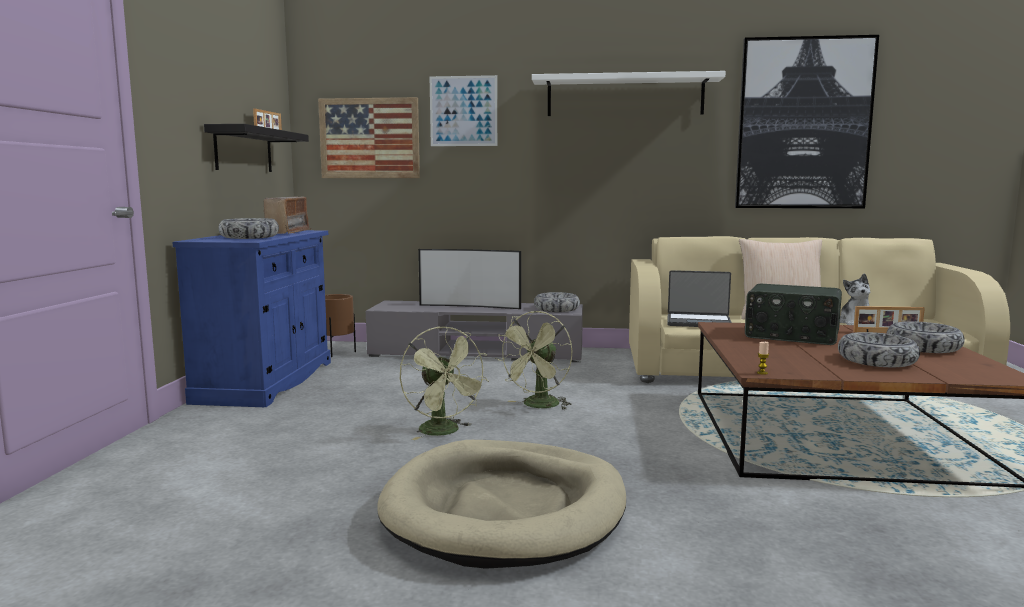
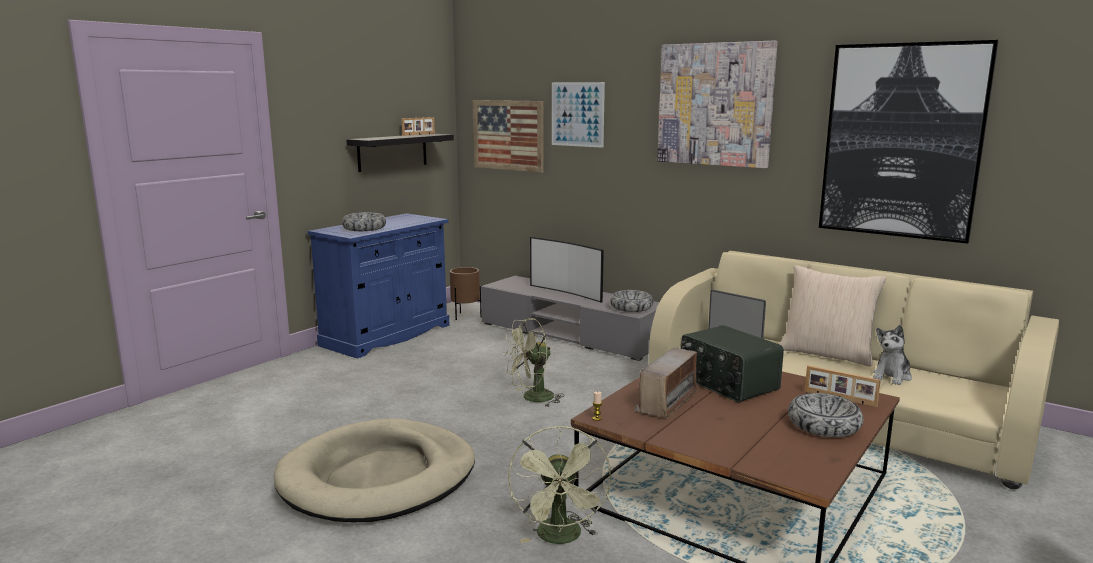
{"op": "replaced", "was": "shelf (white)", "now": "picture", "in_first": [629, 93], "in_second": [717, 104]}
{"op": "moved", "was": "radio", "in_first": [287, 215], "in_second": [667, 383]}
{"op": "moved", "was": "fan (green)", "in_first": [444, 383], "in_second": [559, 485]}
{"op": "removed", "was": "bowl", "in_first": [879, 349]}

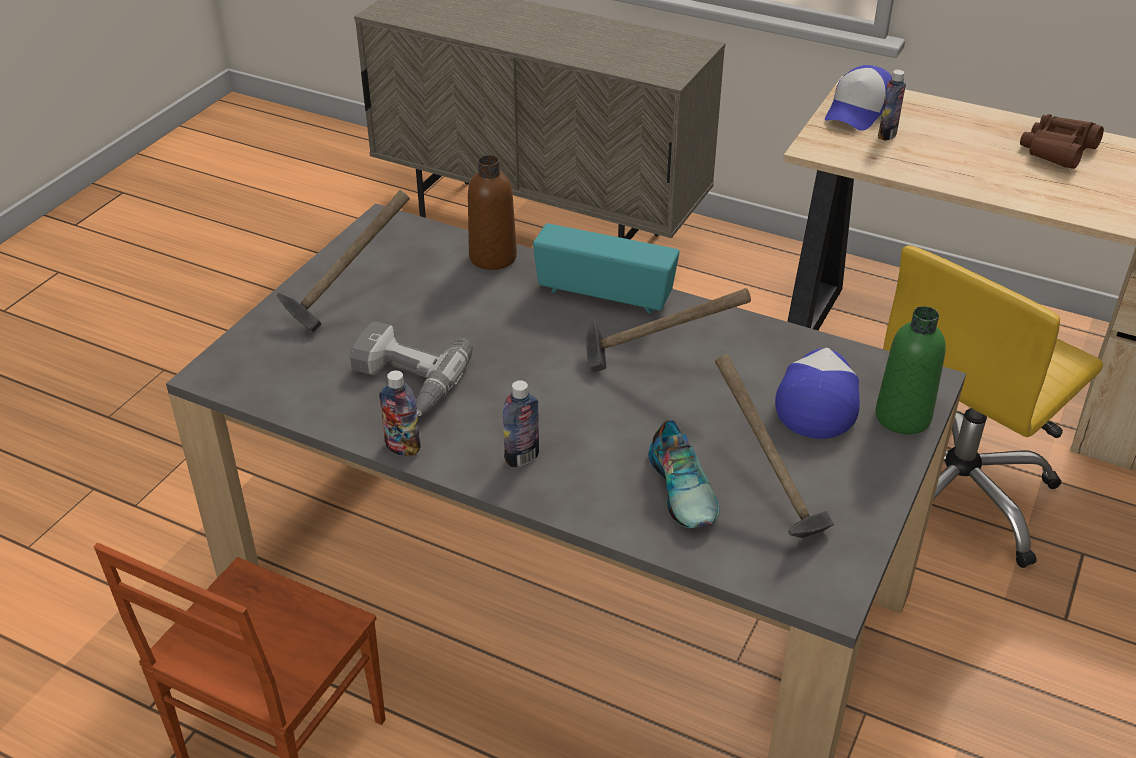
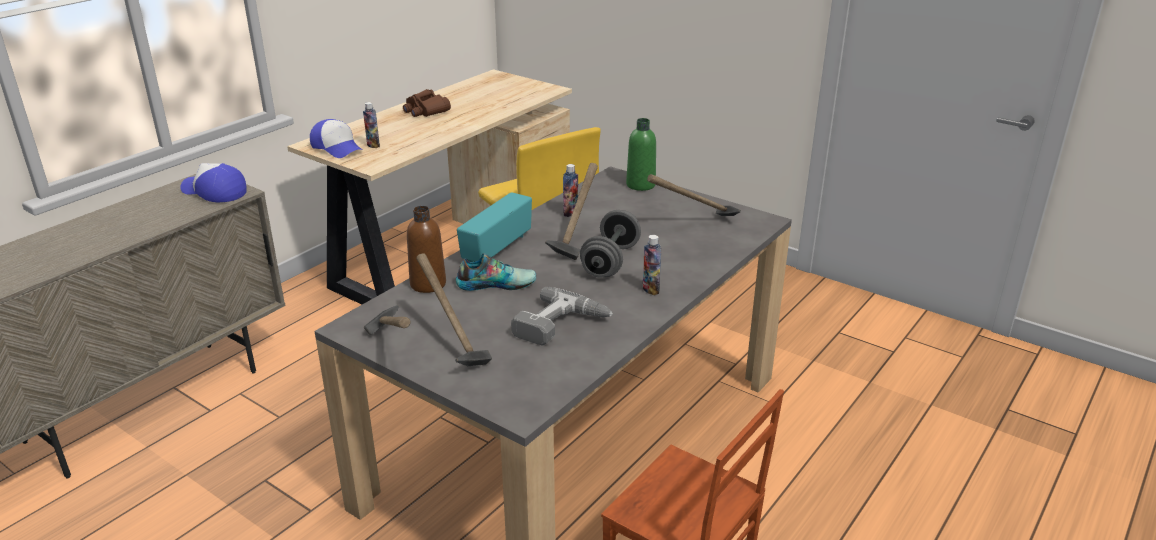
{"op": "moved", "was": "cap", "in_first": [817, 393], "in_second": [213, 182]}
{"op": "moved", "was": "bottle", "in_first": [400, 413], "in_second": [570, 190]}
{"op": "moved", "was": "shoe", "in_first": [683, 474], "in_second": [496, 272]}
{"op": "added", "now": "dumbbell (grey)", "in_second": [610, 244]}
{"op": "added", "now": "hammer", "in_second": [387, 320]}

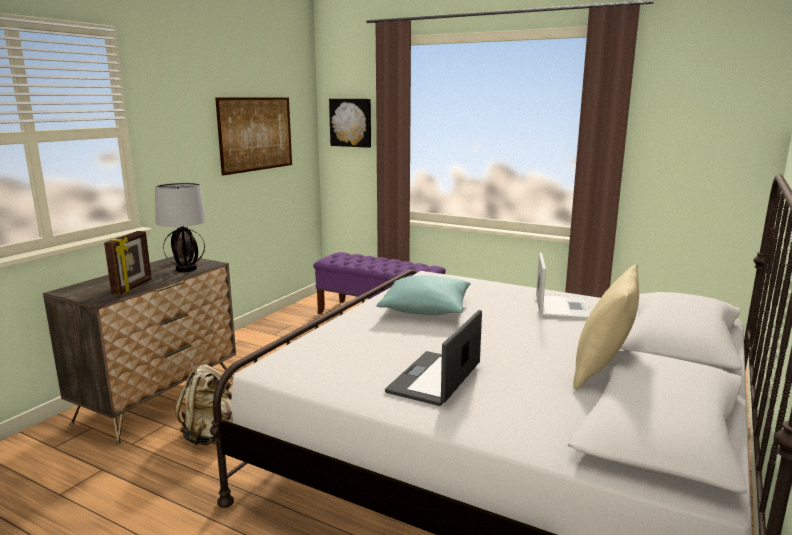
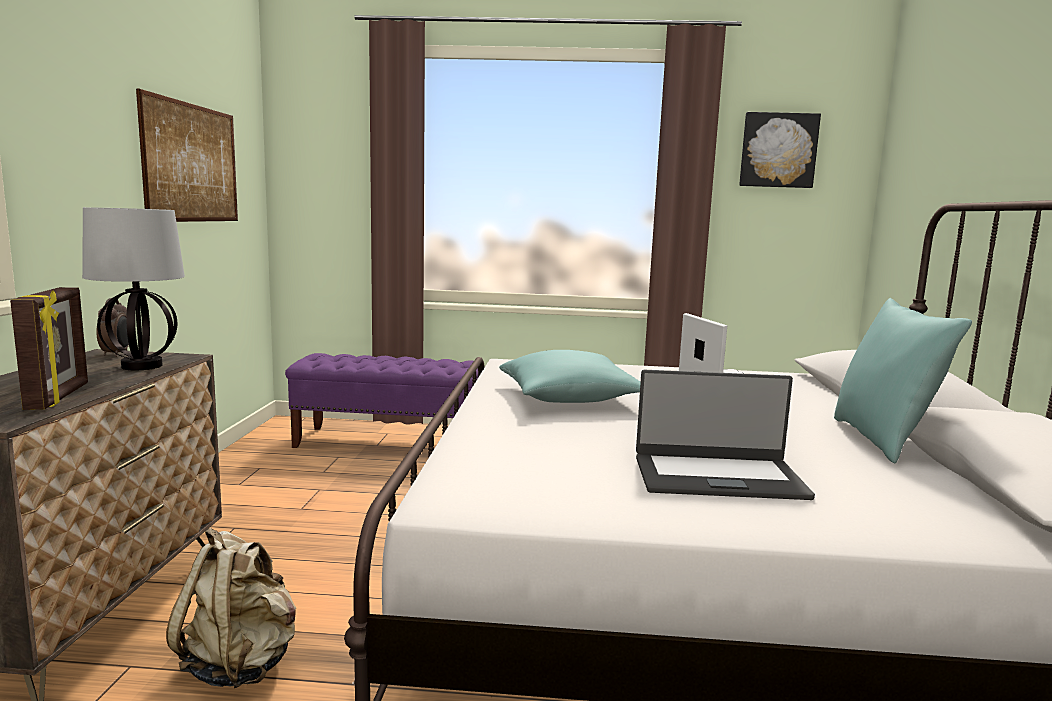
{"op": "moved", "was": "picture", "in_first": [350, 123], "in_second": [780, 150]}
{"op": "recoloured", "was": "pillow (beige)", "now": "pillow (turquoise)", "in_first": [606, 327], "in_second": [903, 380]}
{"op": "turned", "was": "laptop", "in_first": [433, 358], "in_second": [725, 435], "clockwise": -90}

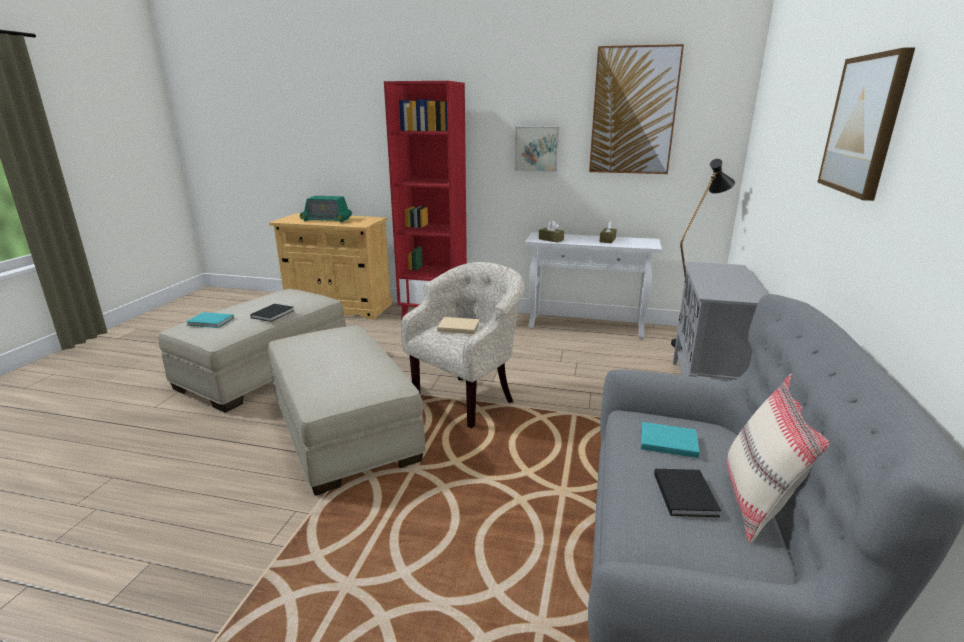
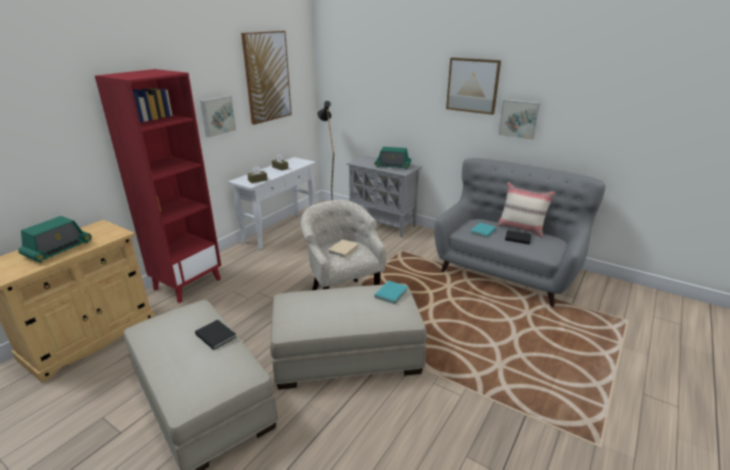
{"op": "moved", "was": "book (turquoise)", "in_first": [210, 320], "in_second": [391, 292]}
{"op": "added", "now": "picture", "in_second": [519, 119]}
{"op": "added", "now": "radio", "in_second": [393, 158]}

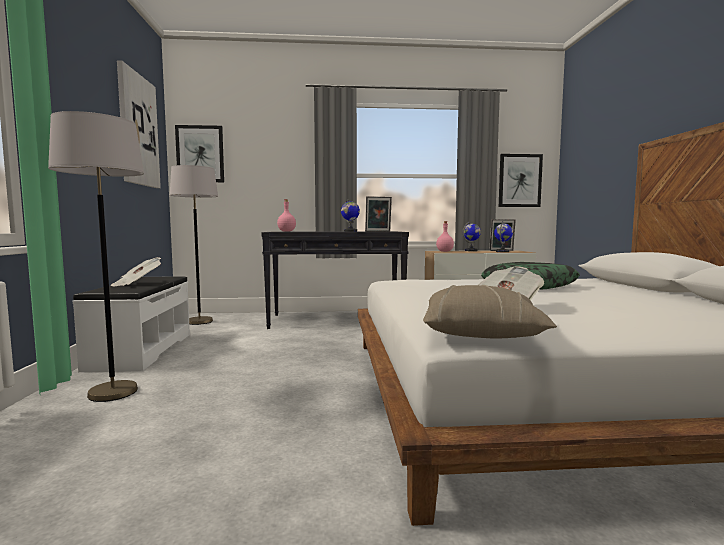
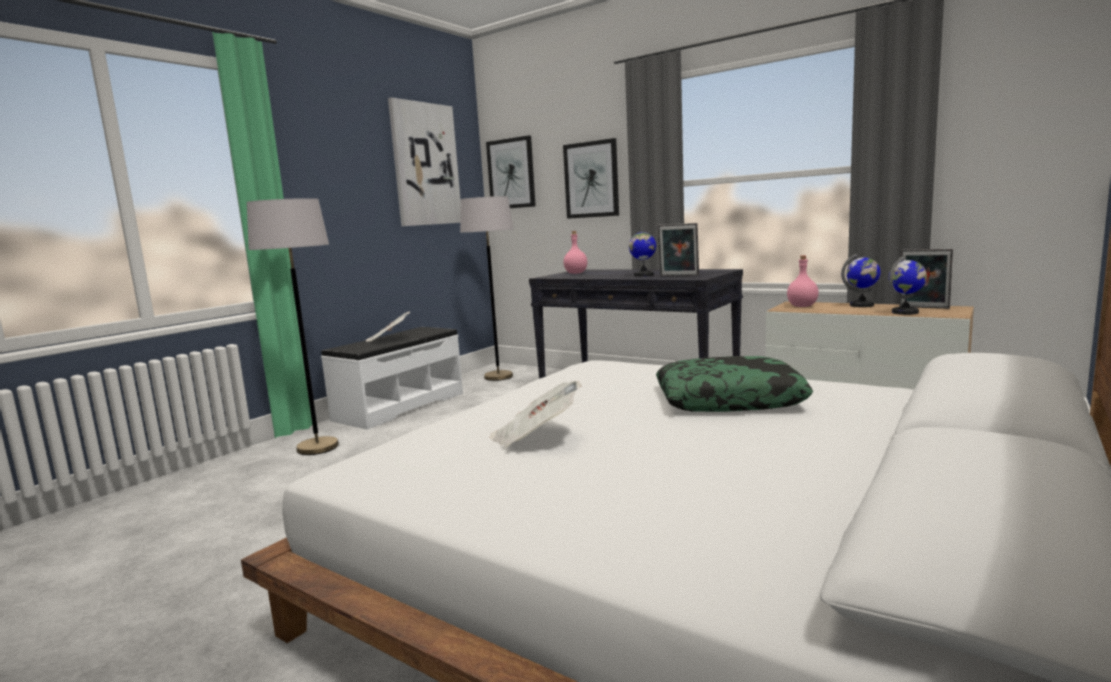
{"op": "moved", "was": "picture", "in_first": [521, 180], "in_second": [591, 178]}
{"op": "removed", "was": "pillow (beige)", "in_first": [490, 312]}

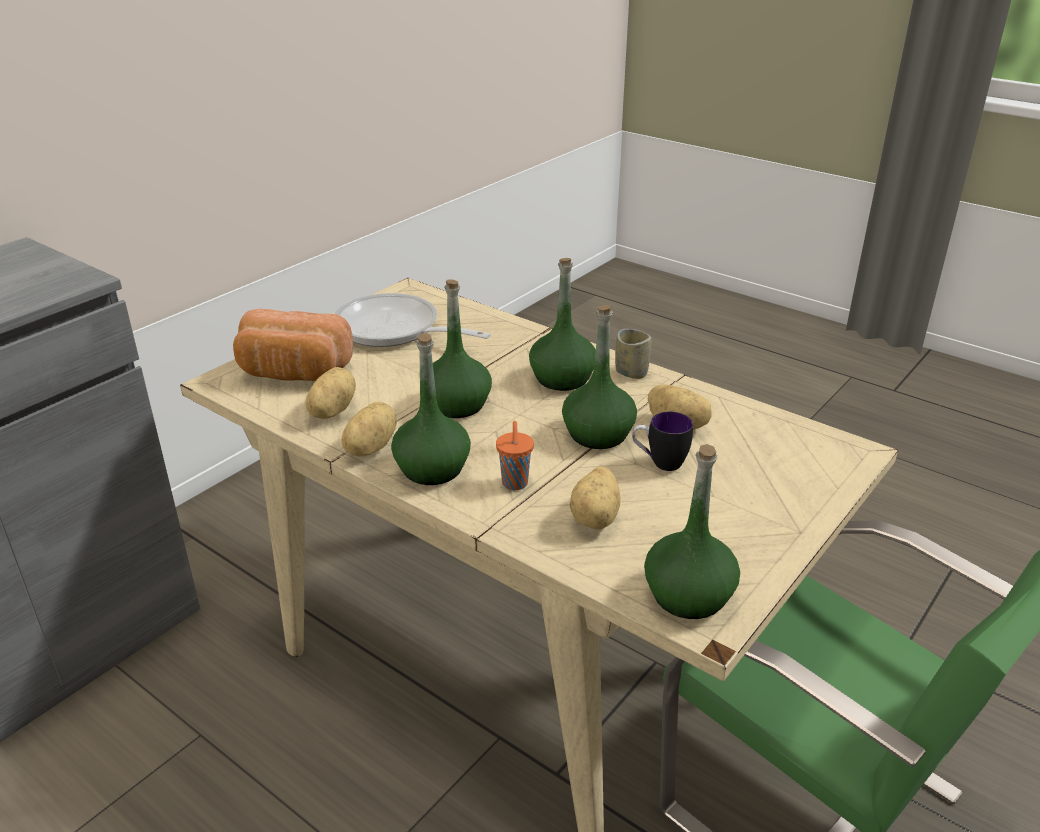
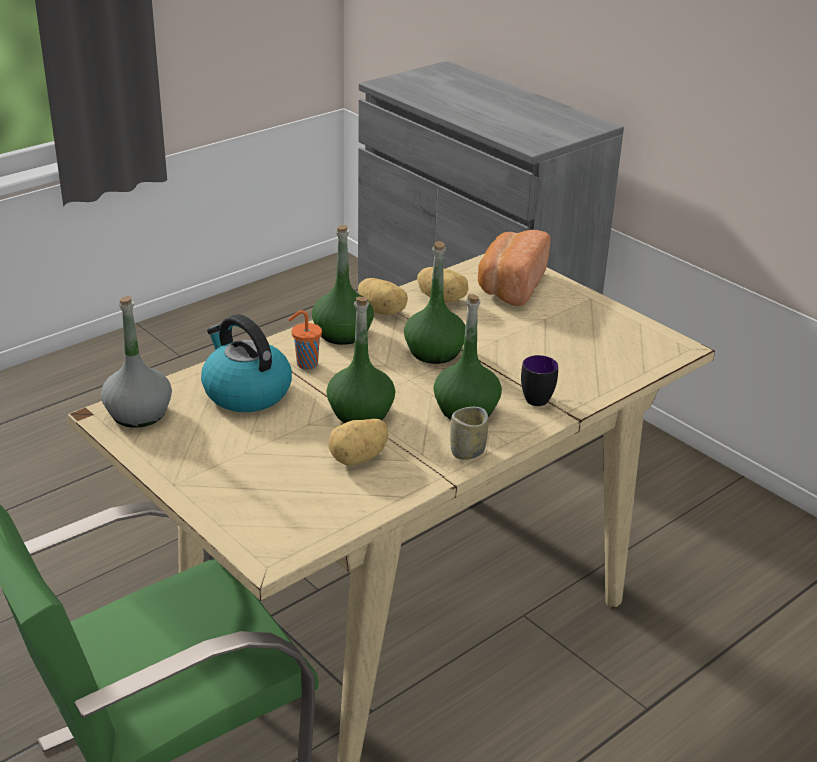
{"op": "removed", "was": "frying pan", "in_first": [413, 320]}
{"op": "moved", "was": "mug", "in_first": [662, 441], "in_second": [539, 380]}
{"op": "recoloured", "was": "bottle (green)", "now": "bottle (grey)", "in_first": [692, 531], "in_second": [136, 362]}
{"op": "replaced", "was": "potato", "now": "kettle", "in_first": [595, 498], "in_second": [246, 363]}

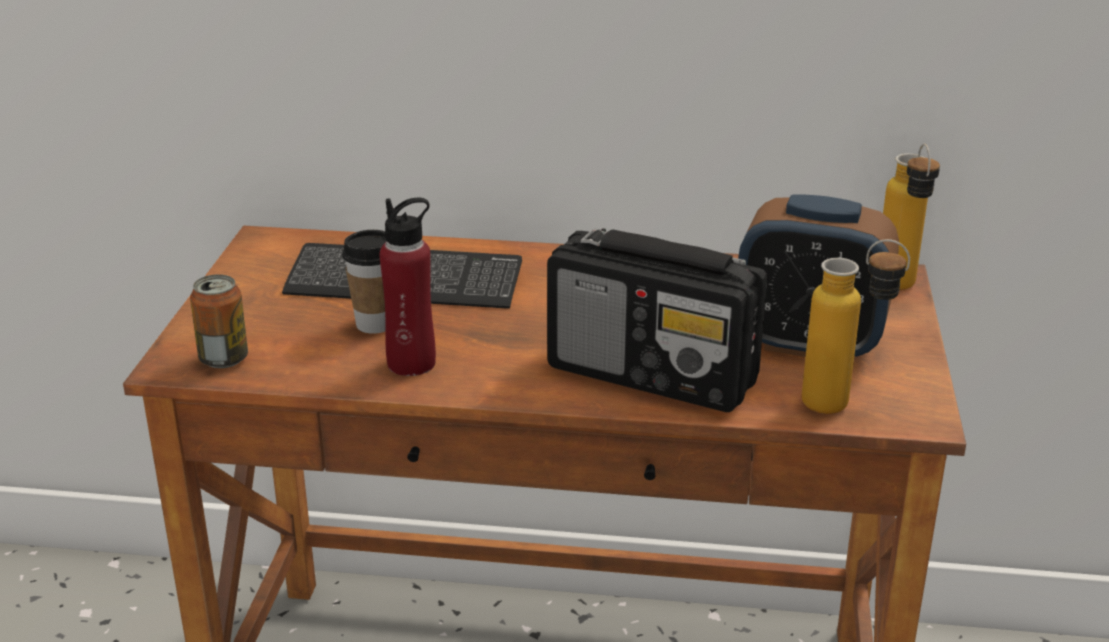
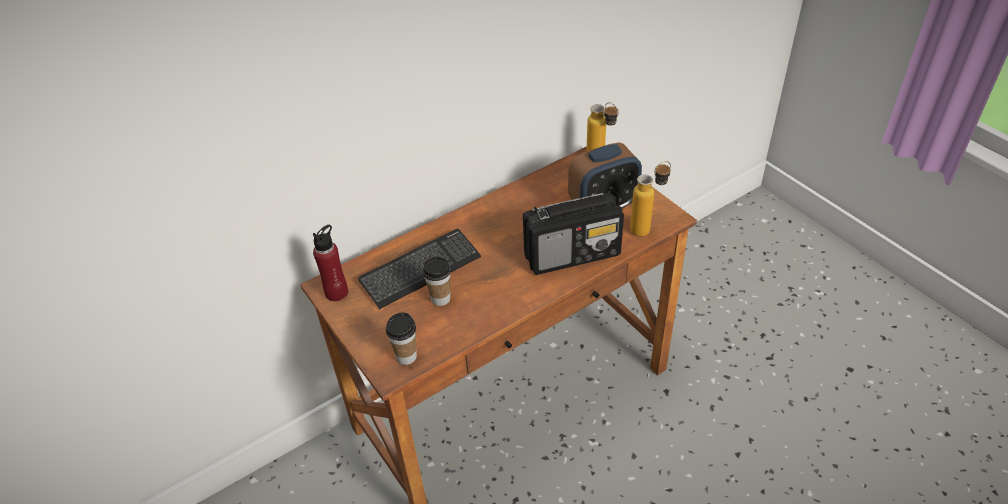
{"op": "moved", "was": "bottle (red)", "in_first": [407, 287], "in_second": [330, 263]}
{"op": "replaced", "was": "can", "now": "cup", "in_first": [219, 321], "in_second": [401, 339]}

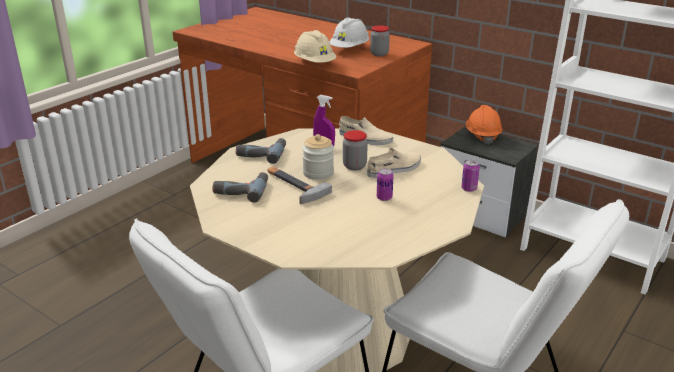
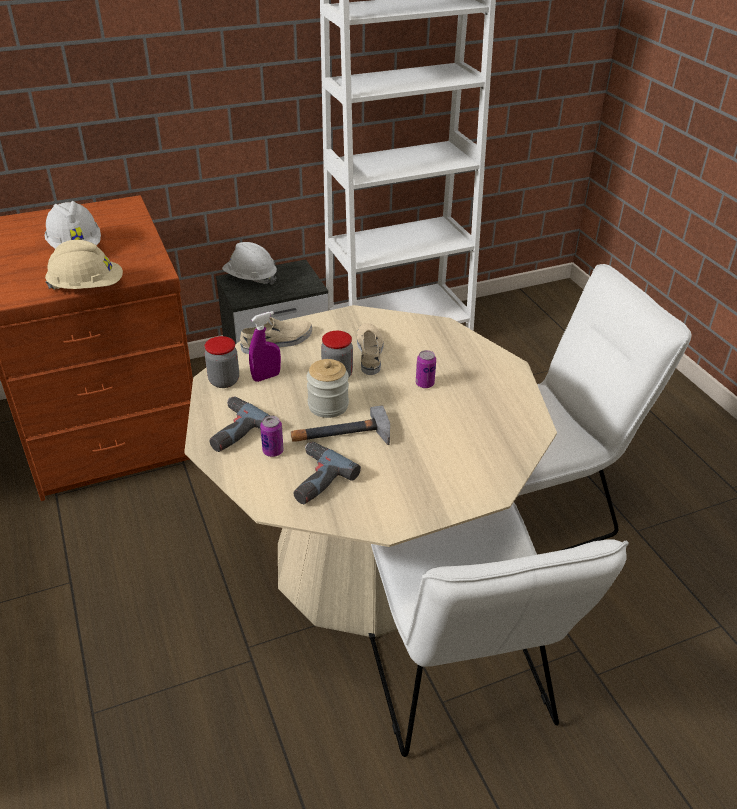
{"op": "moved", "was": "jar", "in_first": [380, 40], "in_second": [222, 362]}
{"op": "recoloured", "was": "hard hat (orange)", "now": "hard hat (white)", "in_first": [484, 125], "in_second": [249, 263]}
{"op": "moved", "was": "can", "in_first": [470, 176], "in_second": [272, 436]}

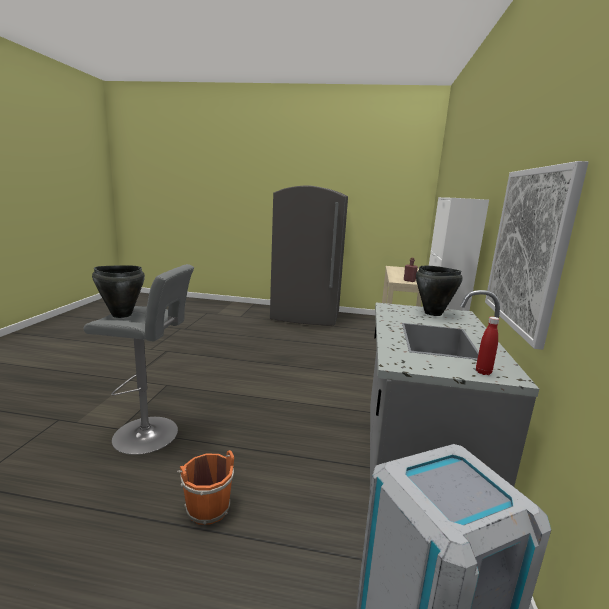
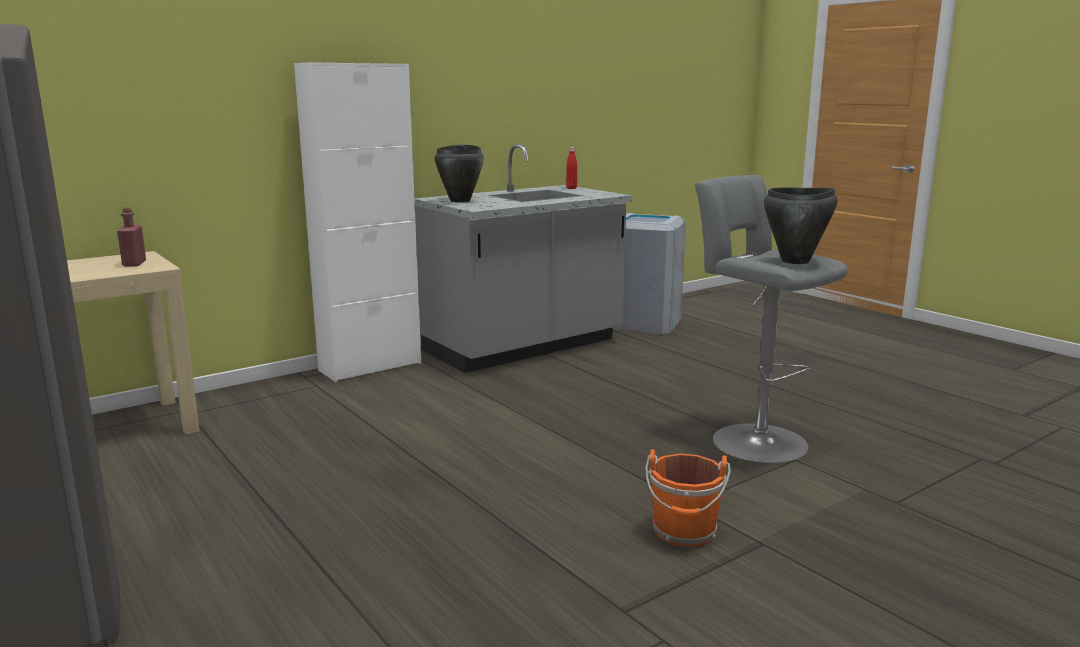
{"op": "removed", "was": "picture", "in_first": [537, 255]}
{"op": "moved", "was": "bucket (orange)", "in_first": [205, 487], "in_second": [688, 498]}

